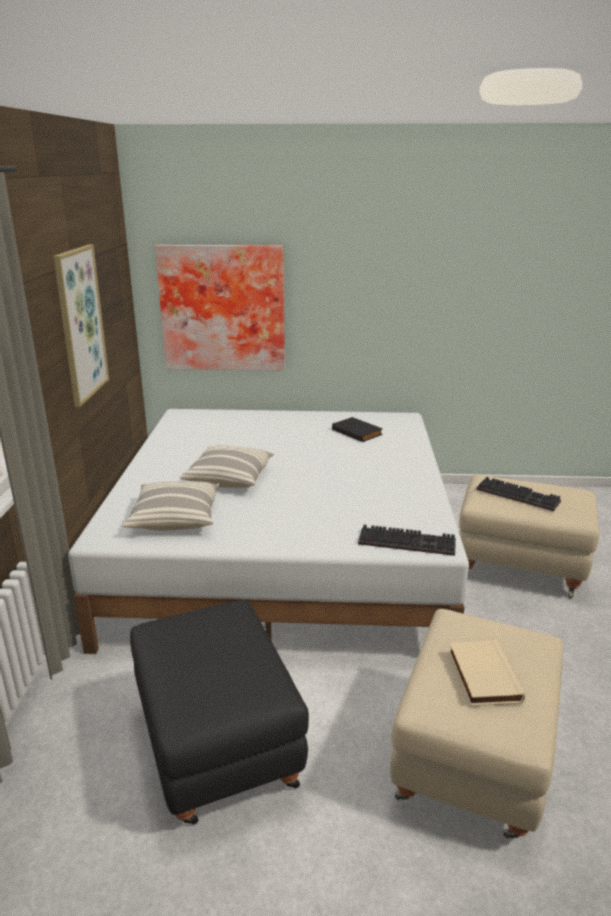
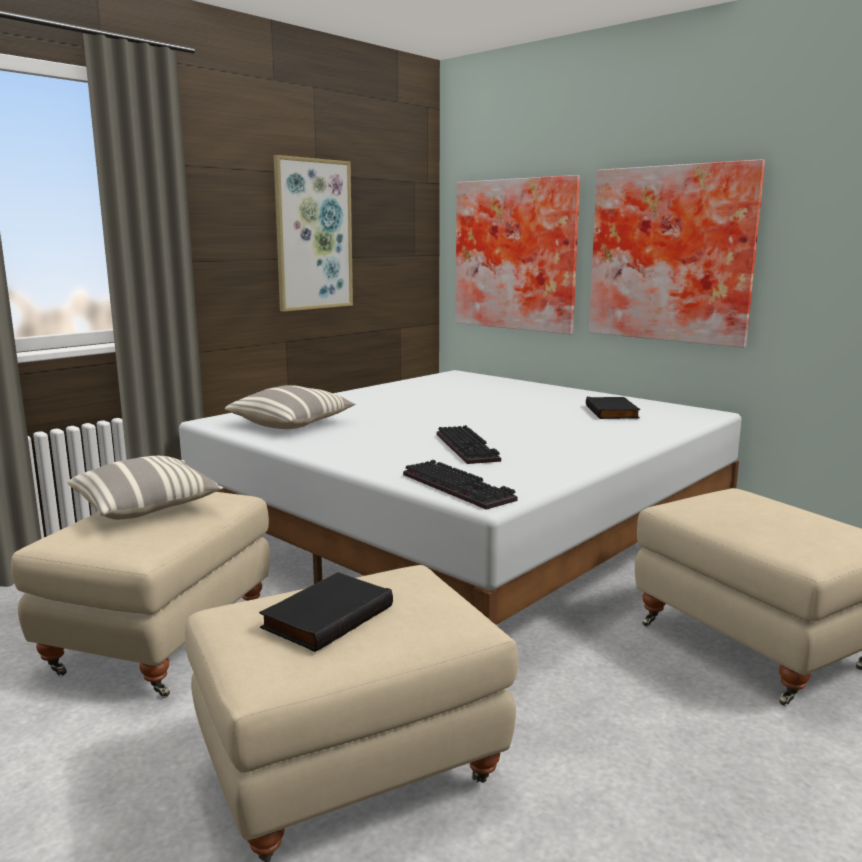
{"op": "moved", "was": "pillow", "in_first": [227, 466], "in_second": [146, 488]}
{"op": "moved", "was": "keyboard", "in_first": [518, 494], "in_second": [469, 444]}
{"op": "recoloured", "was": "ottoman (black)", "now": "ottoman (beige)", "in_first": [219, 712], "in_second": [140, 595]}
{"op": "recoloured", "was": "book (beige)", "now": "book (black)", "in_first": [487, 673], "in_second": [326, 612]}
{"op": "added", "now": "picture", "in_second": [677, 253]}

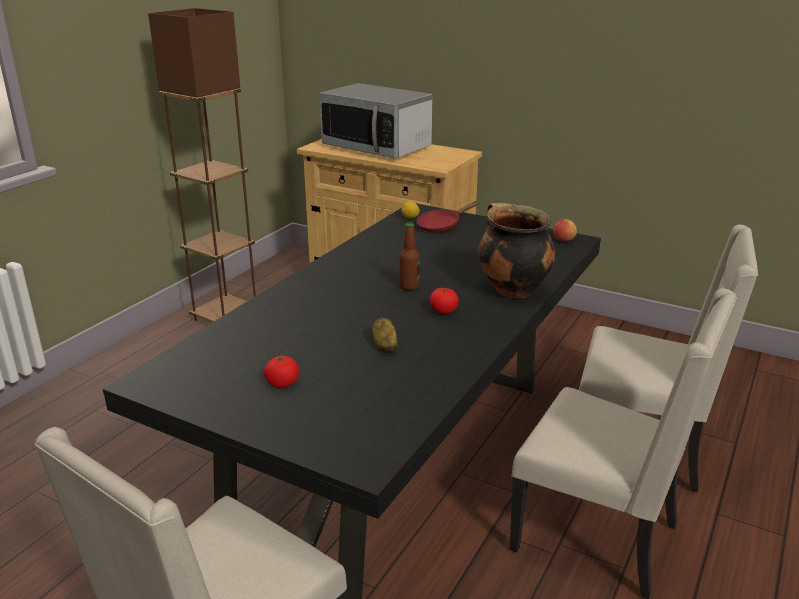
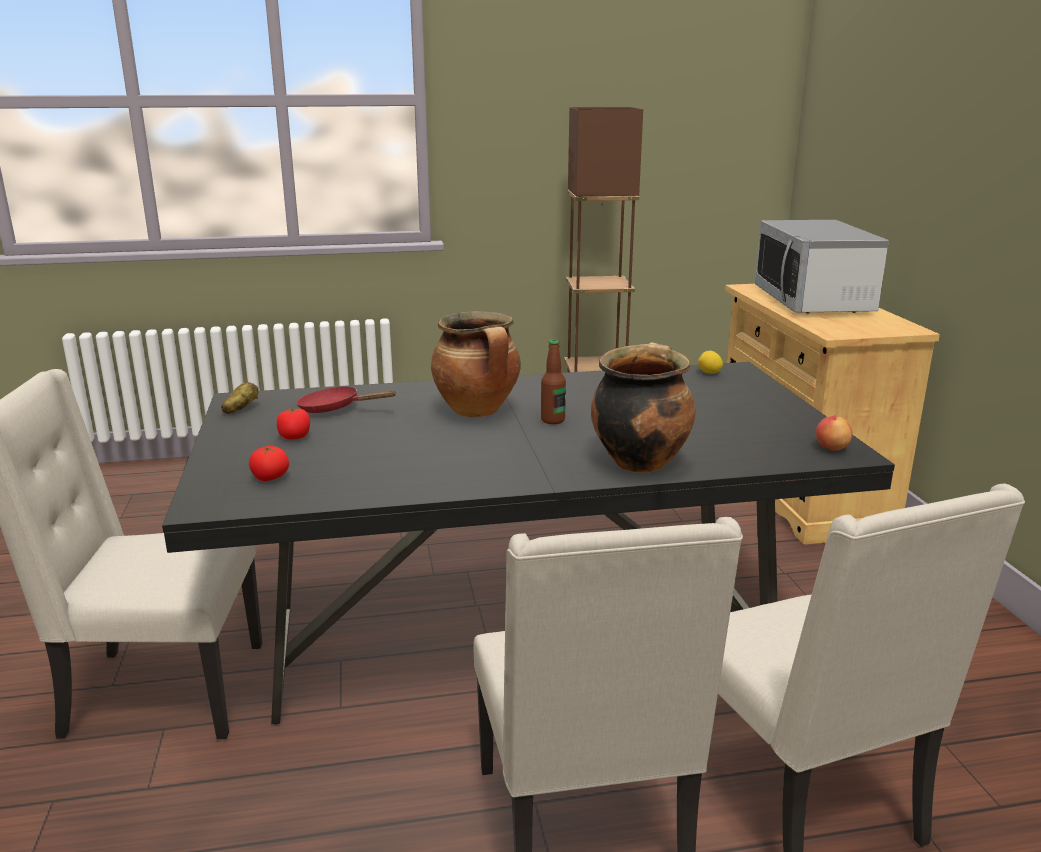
{"op": "moved", "was": "frying pan (red)", "in_first": [448, 216], "in_second": [347, 399]}
{"op": "moved", "was": "tomato", "in_first": [444, 300], "in_second": [269, 463]}
{"op": "moved", "was": "potato", "in_first": [384, 335], "in_second": [239, 398]}
{"op": "added", "now": "cooking pot", "in_second": [476, 364]}

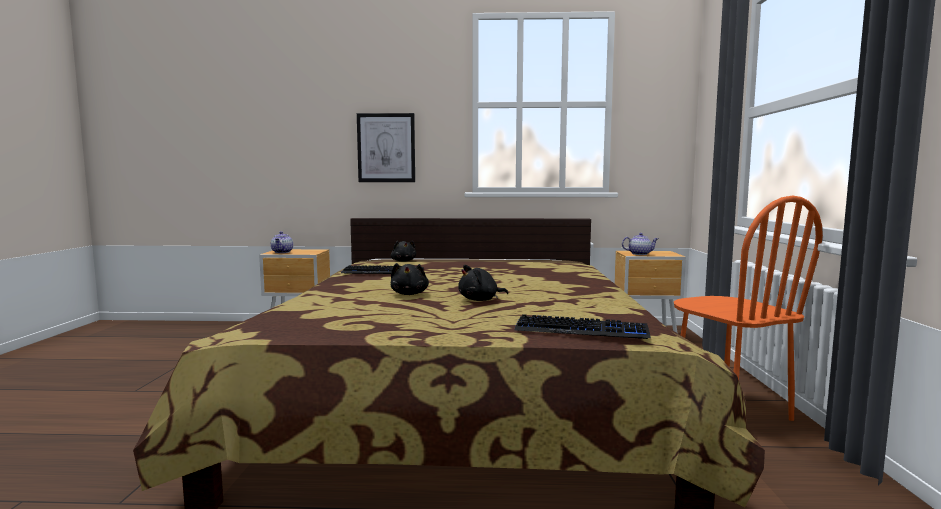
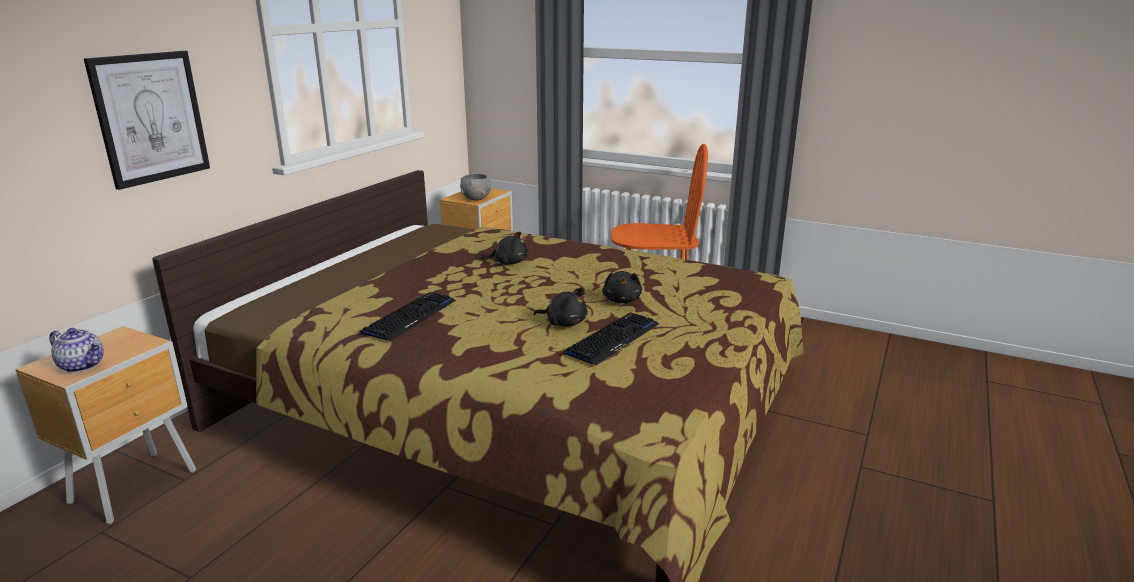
{"op": "replaced", "was": "teapot", "now": "bowl (grey)", "in_first": [640, 244], "in_second": [475, 187]}
{"op": "moved", "was": "plush toy (black)", "in_first": [403, 251], "in_second": [504, 248]}
{"op": "moved", "was": "keyboard", "in_first": [583, 326], "in_second": [611, 338]}

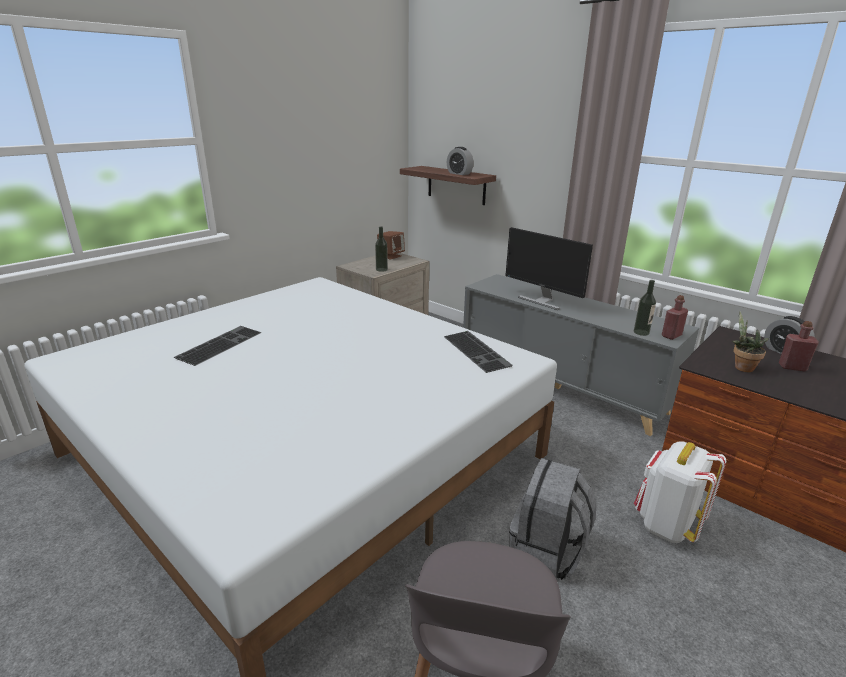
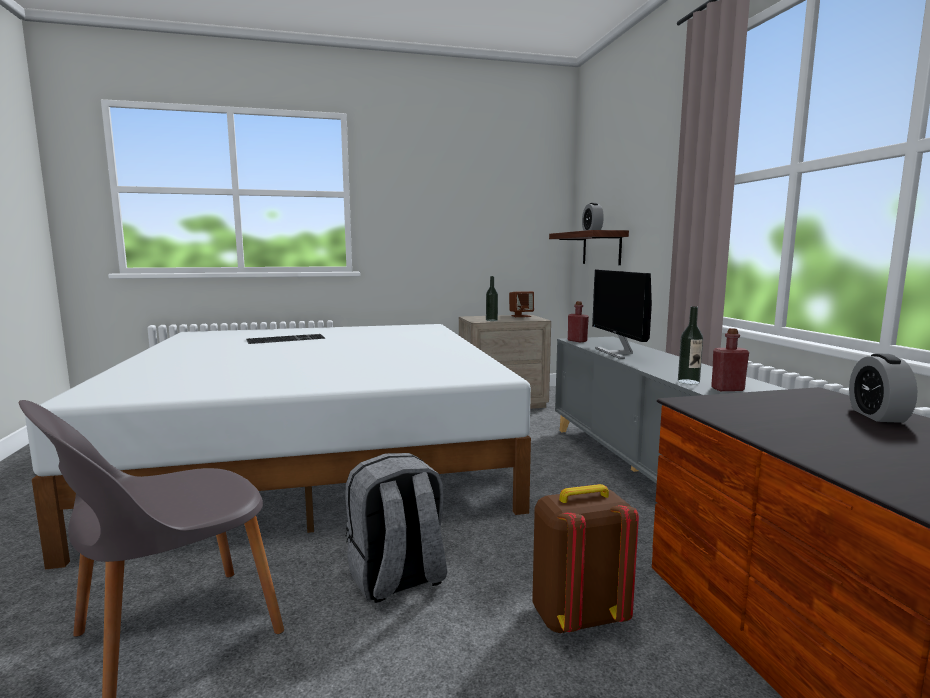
{"op": "removed", "was": "potted plant", "in_first": [750, 341]}
{"op": "moved", "was": "bottle (red)", "in_first": [799, 346], "in_second": [578, 321]}
{"op": "removed", "was": "keyboard", "in_first": [478, 352]}
{"op": "recoloured", "was": "backpack (white)", "now": "backpack (brown)", "in_first": [680, 492], "in_second": [585, 559]}

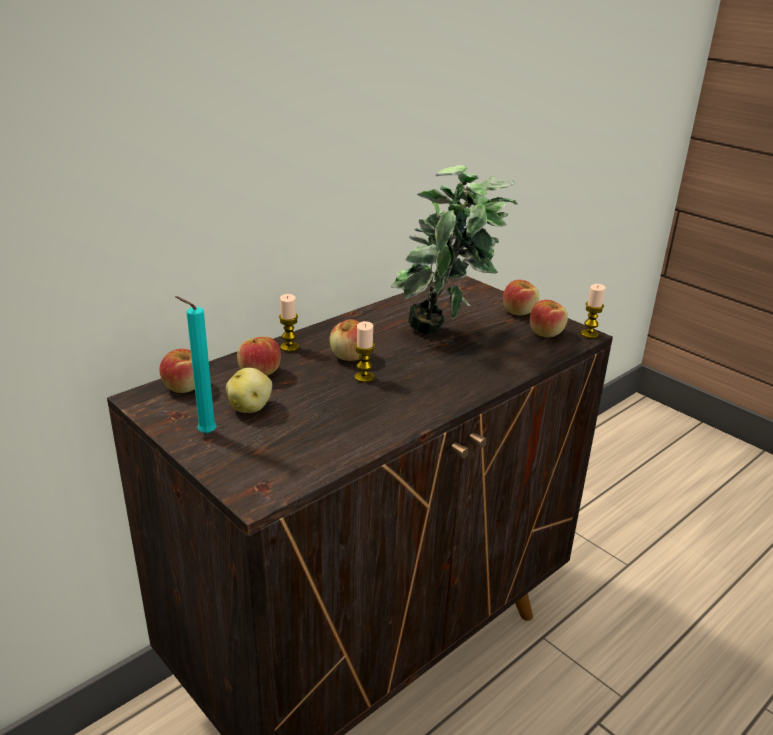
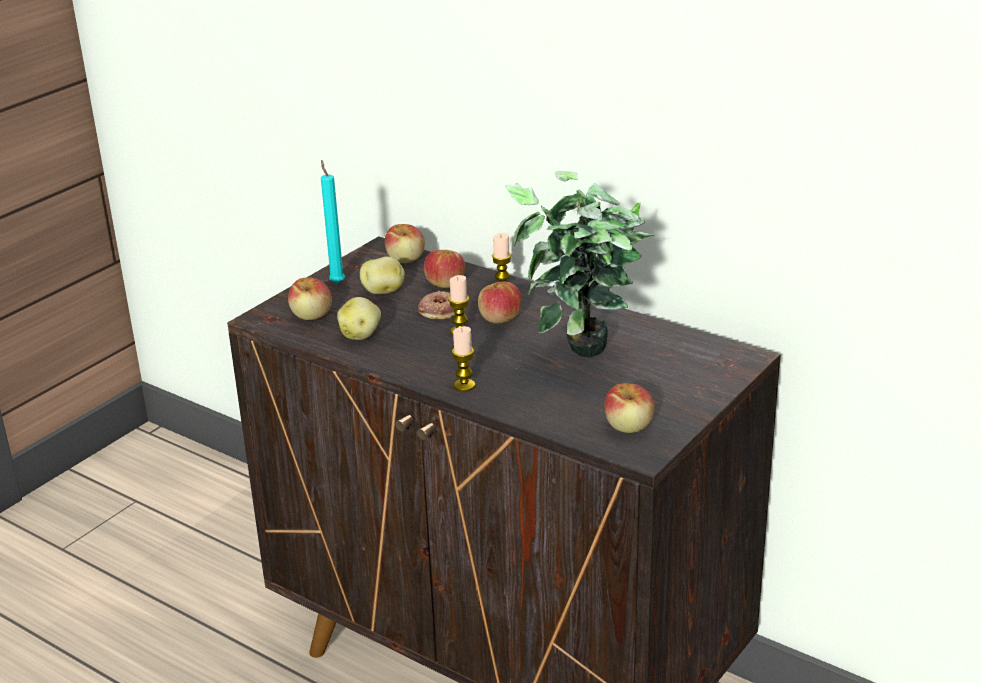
{"op": "moved", "was": "apple", "in_first": [521, 297], "in_second": [310, 299]}
{"op": "moved", "was": "candle", "in_first": [593, 311], "in_second": [464, 358]}
{"op": "added", "now": "donut", "in_second": [436, 304]}
{"op": "added", "now": "potato", "in_second": [359, 318]}

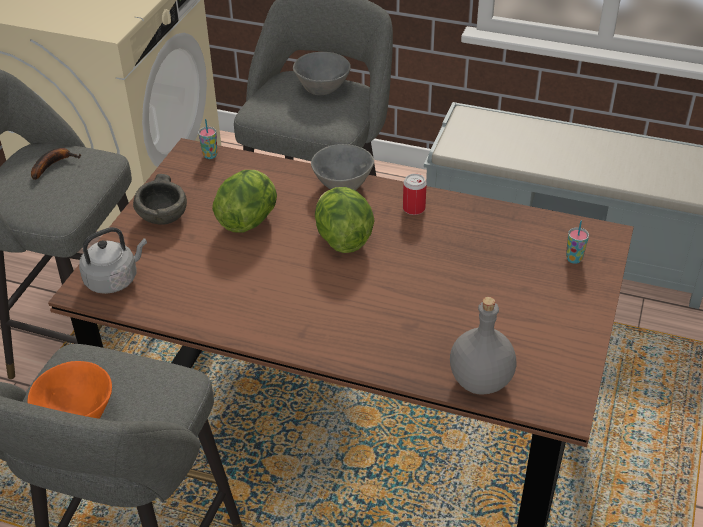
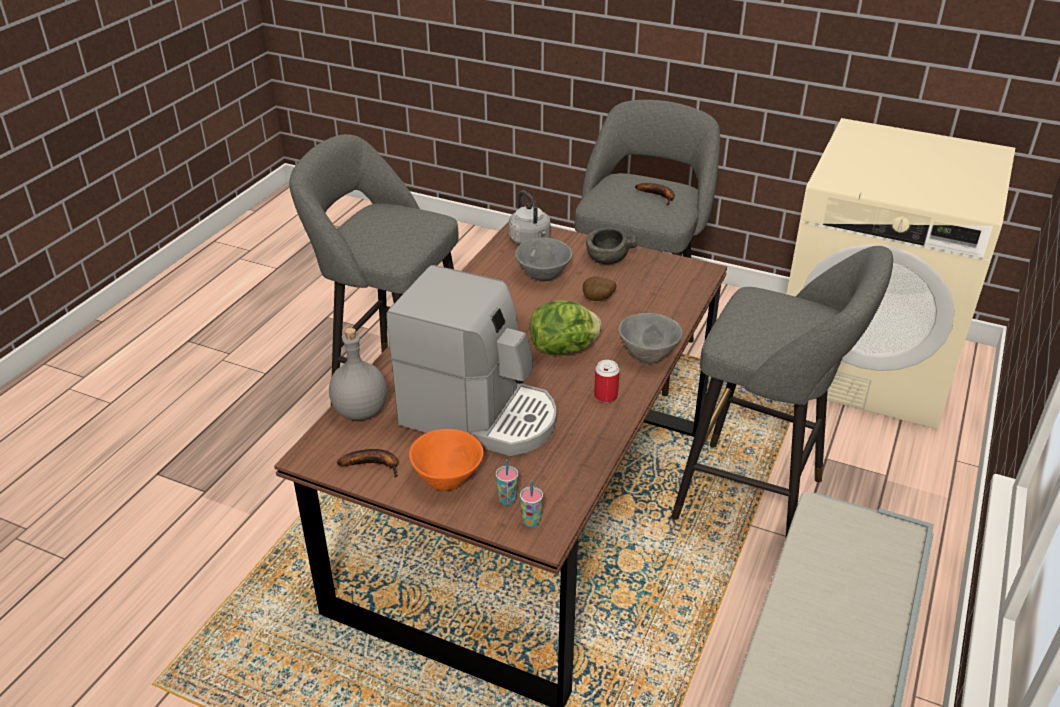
{"op": "moved", "was": "bowl (grey)", "in_first": [322, 73], "in_second": [543, 259]}
{"op": "moved", "was": "cup", "in_first": [207, 139], "in_second": [531, 503]}
{"op": "replaced", "was": "lettuce", "now": "potato", "in_first": [244, 201], "in_second": [599, 288]}
{"op": "moved", "was": "bowl (orange)", "in_first": [70, 390], "in_second": [446, 460]}
{"op": "added", "now": "coffee machine", "in_second": [471, 360]}
{"op": "added", "now": "banana", "in_second": [367, 463]}

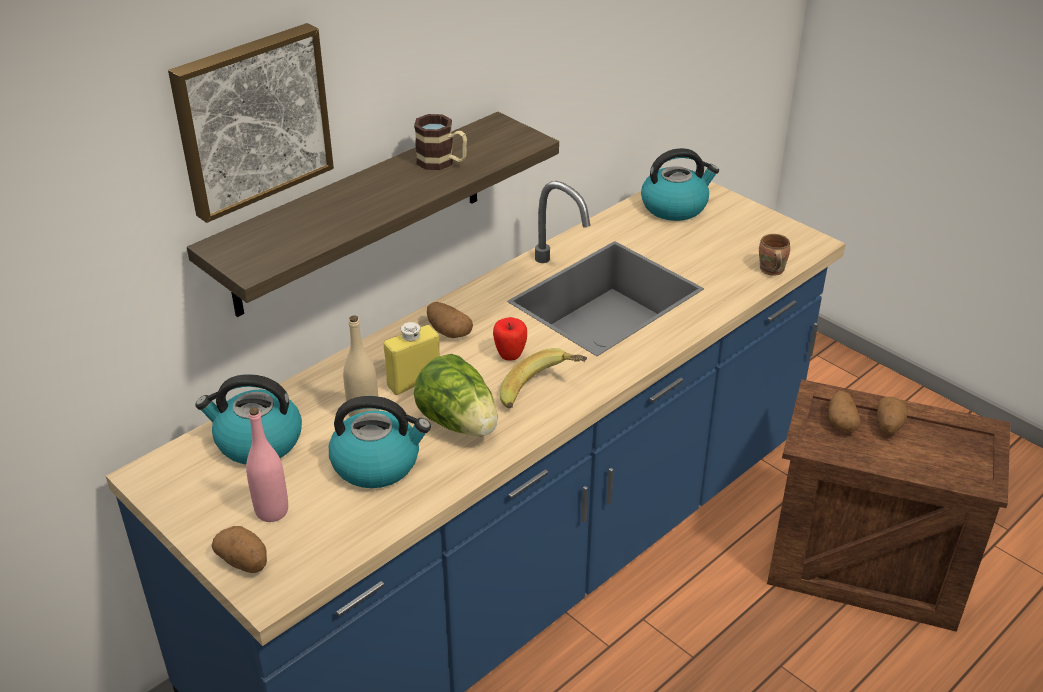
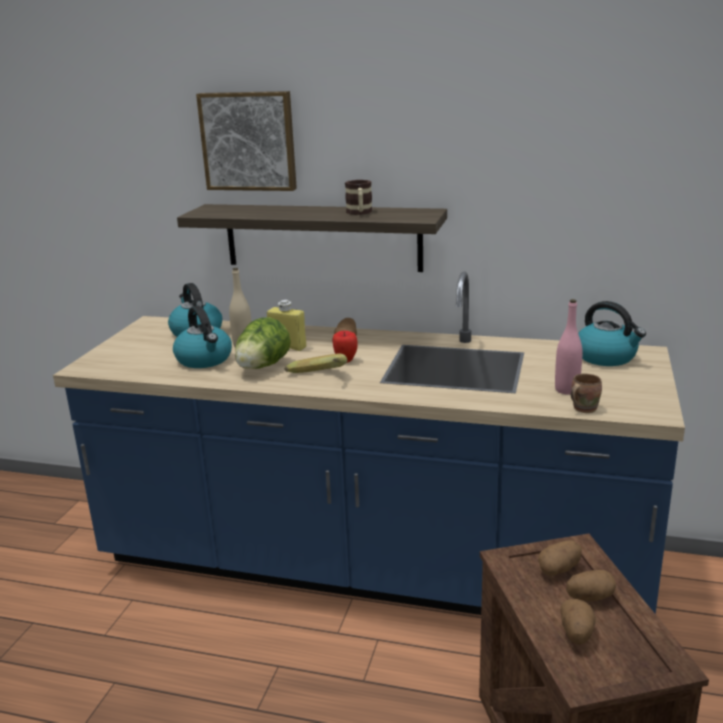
{"op": "moved", "was": "bottle (pink)", "in_first": [267, 465], "in_second": [569, 347]}
{"op": "moved", "was": "potato", "in_first": [239, 549], "in_second": [577, 622]}

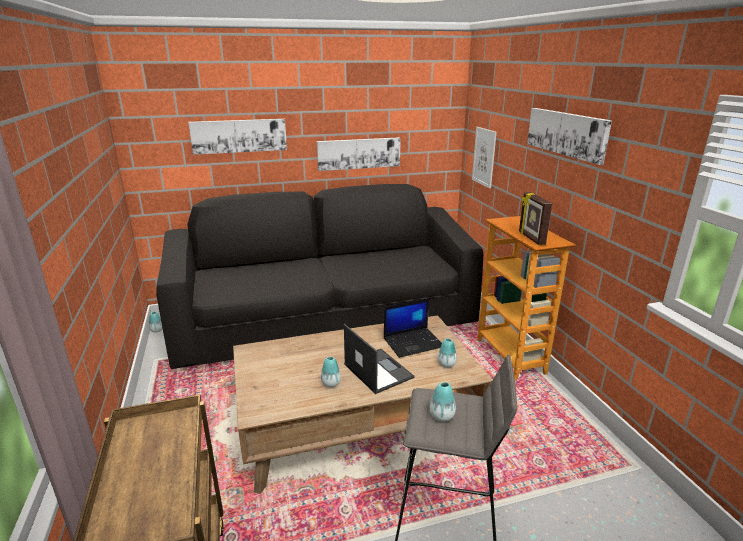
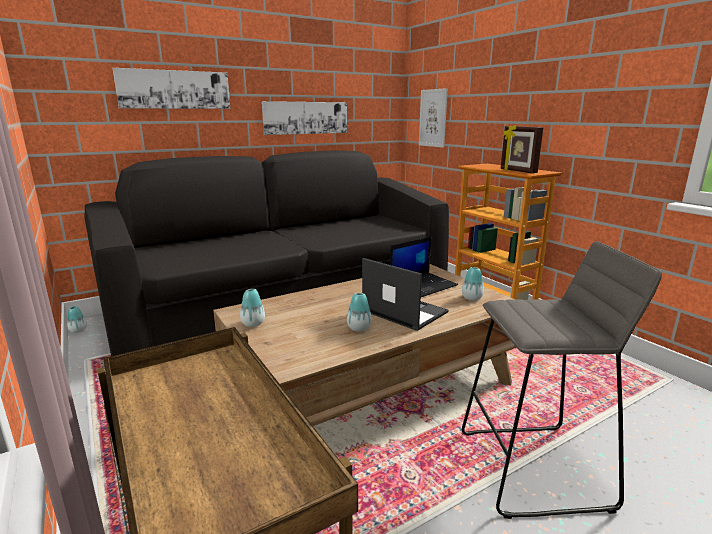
{"op": "removed", "was": "picture", "in_first": [569, 136]}
{"op": "moved", "was": "vase", "in_first": [443, 402], "in_second": [252, 308]}

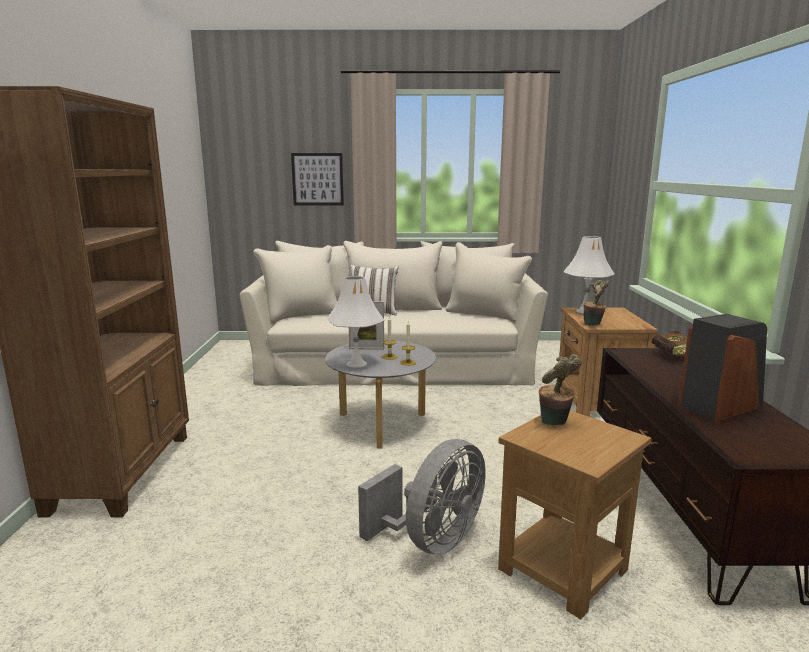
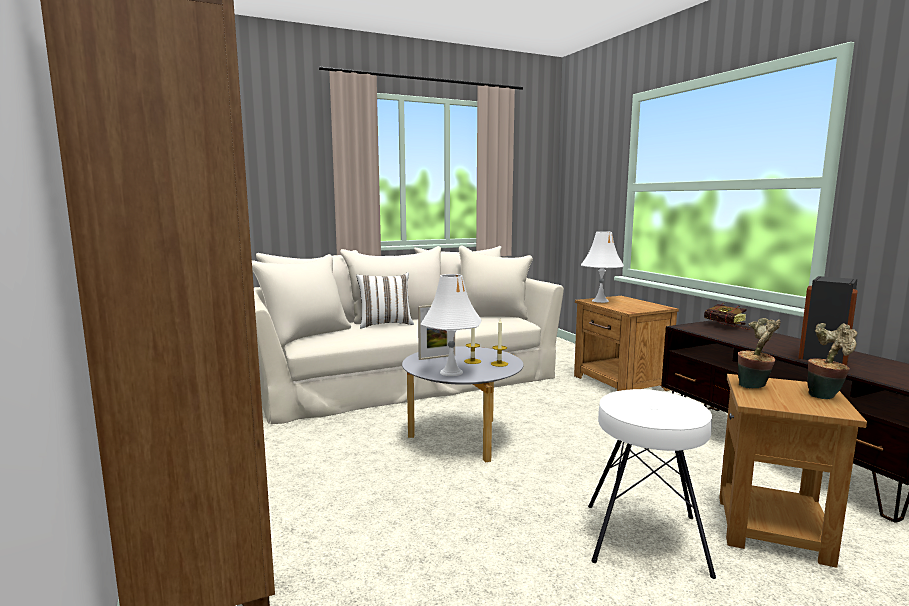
{"op": "removed", "was": "picture", "in_first": [317, 179]}
{"op": "moved", "was": "potted plant", "in_first": [596, 303], "in_second": [833, 361]}
{"op": "replaced", "was": "fan (grey)", "now": "stool (white)", "in_first": [422, 497], "in_second": [652, 484]}

